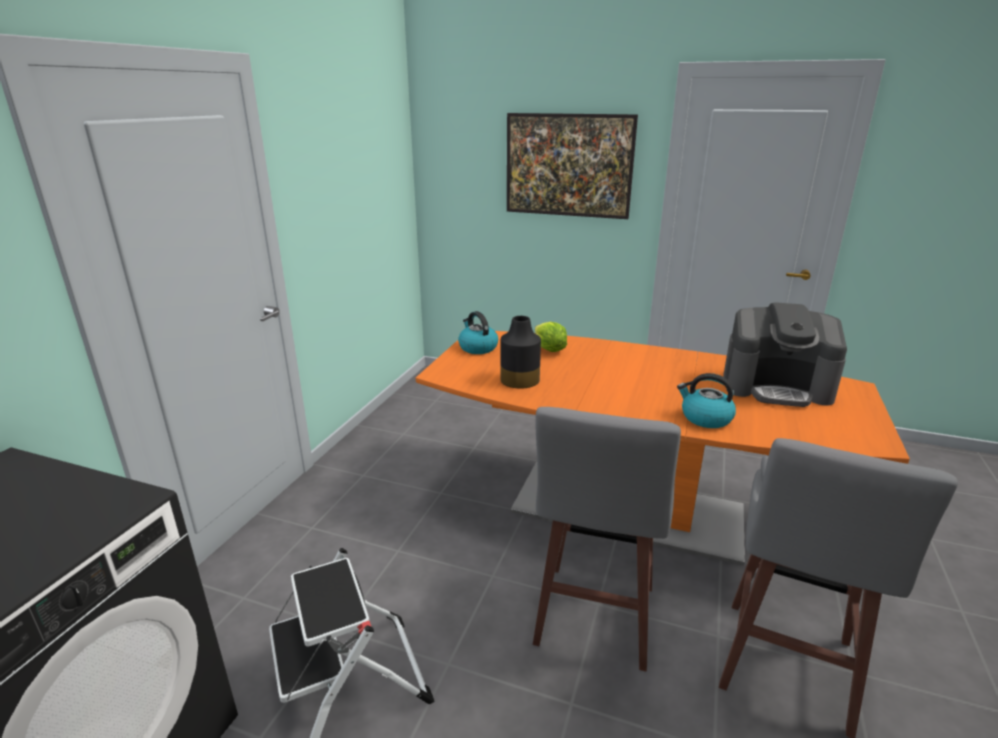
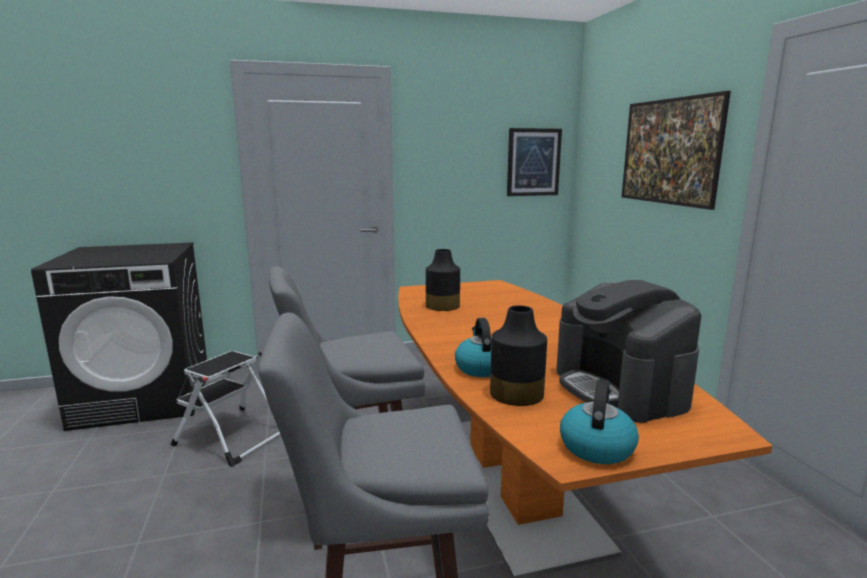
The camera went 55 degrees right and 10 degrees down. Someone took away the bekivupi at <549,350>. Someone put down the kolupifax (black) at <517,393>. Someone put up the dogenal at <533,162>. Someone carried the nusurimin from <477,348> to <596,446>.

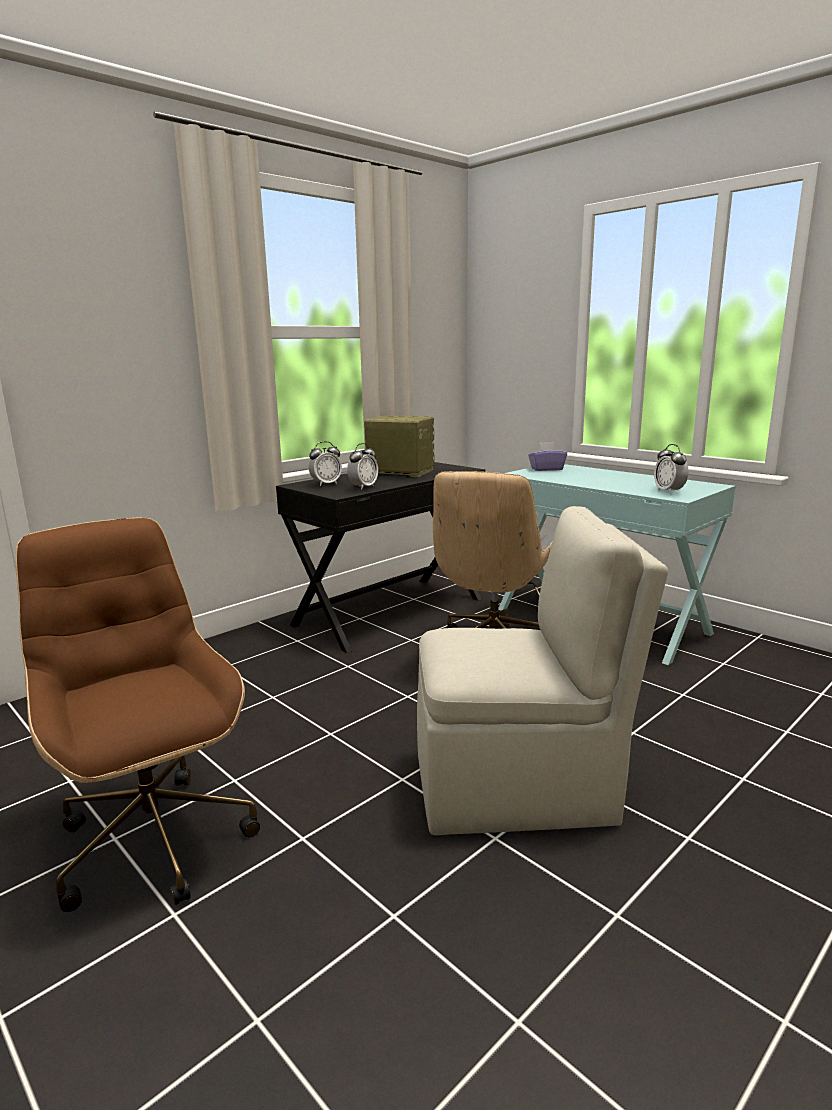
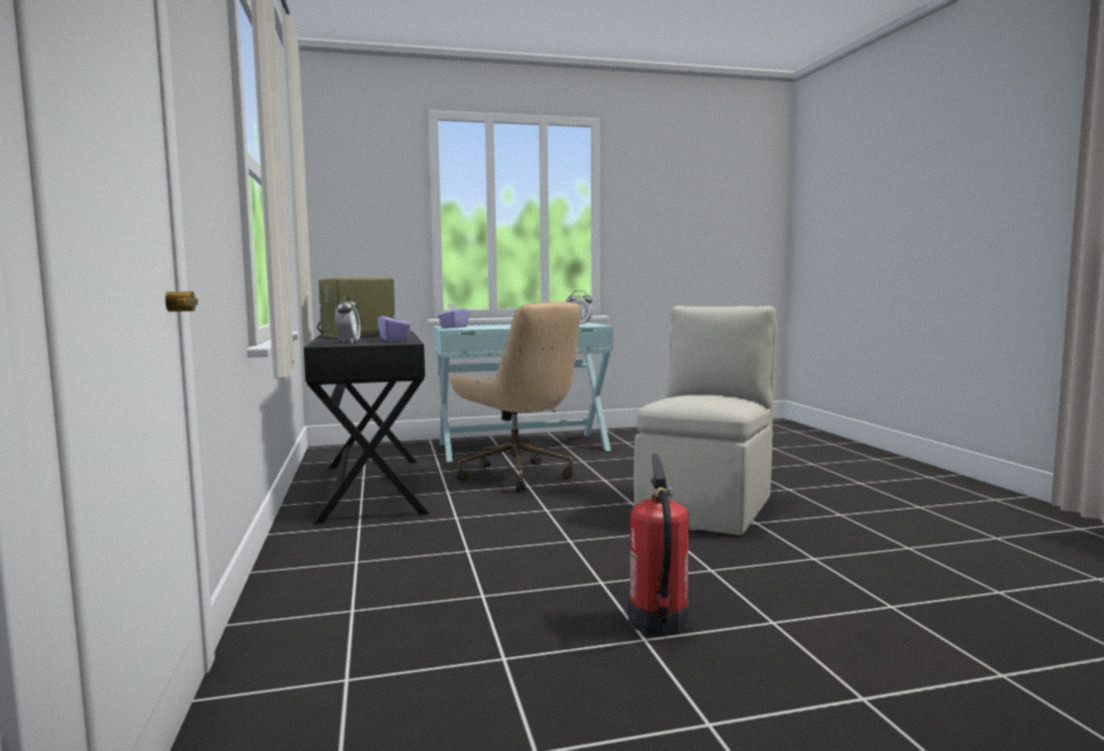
The camera went 60 degrees left and 10 degrees down. Someone swapped the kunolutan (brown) at <154,836> for the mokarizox at <658,622>. Someone swapped the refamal at <363,487> for the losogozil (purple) at <394,340>.

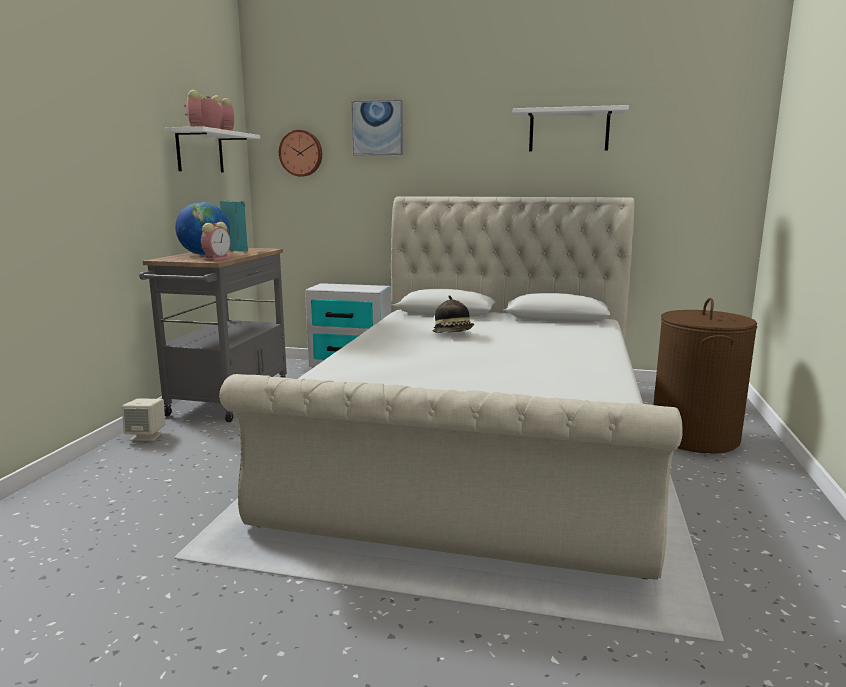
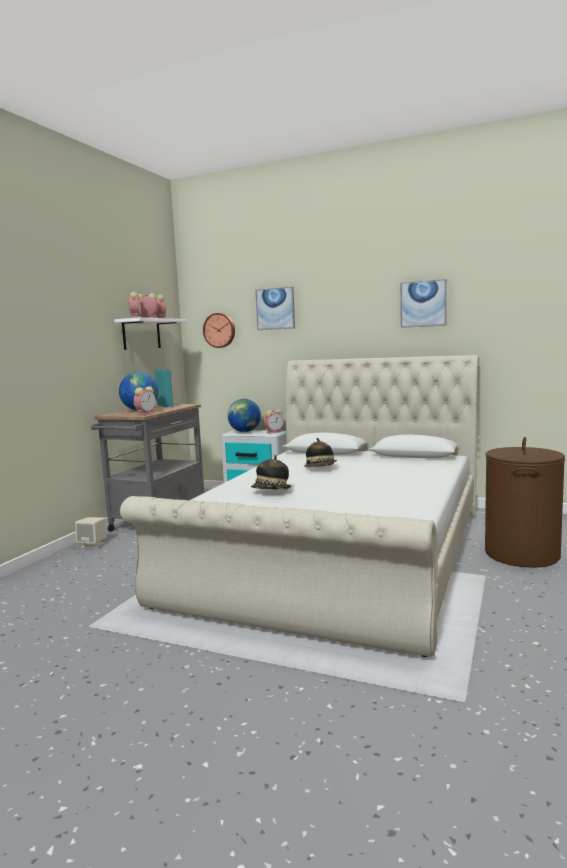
The camera went 10 degrees right and 5 degrees down. Someone put down the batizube at <245,432>. Someone put down the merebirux at <271,491>. Someone put down the refamal at <274,432>. Someone swapped the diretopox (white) at <569,131> for the dogenal at <423,304>.

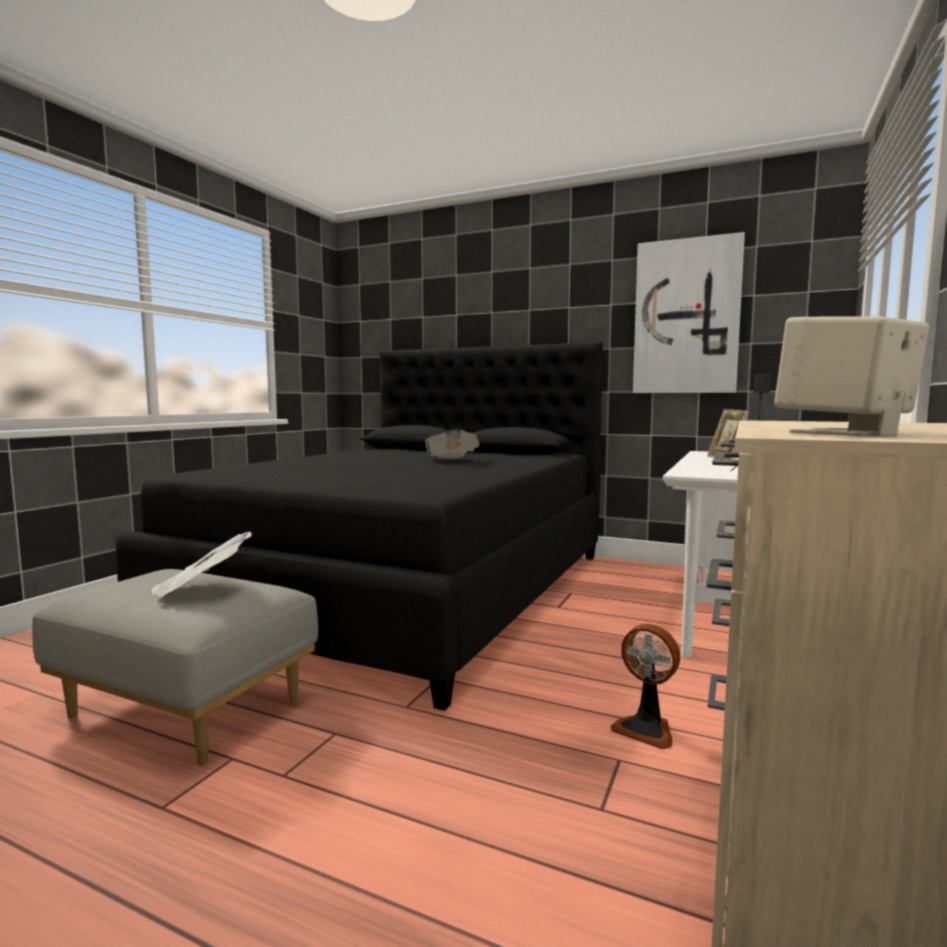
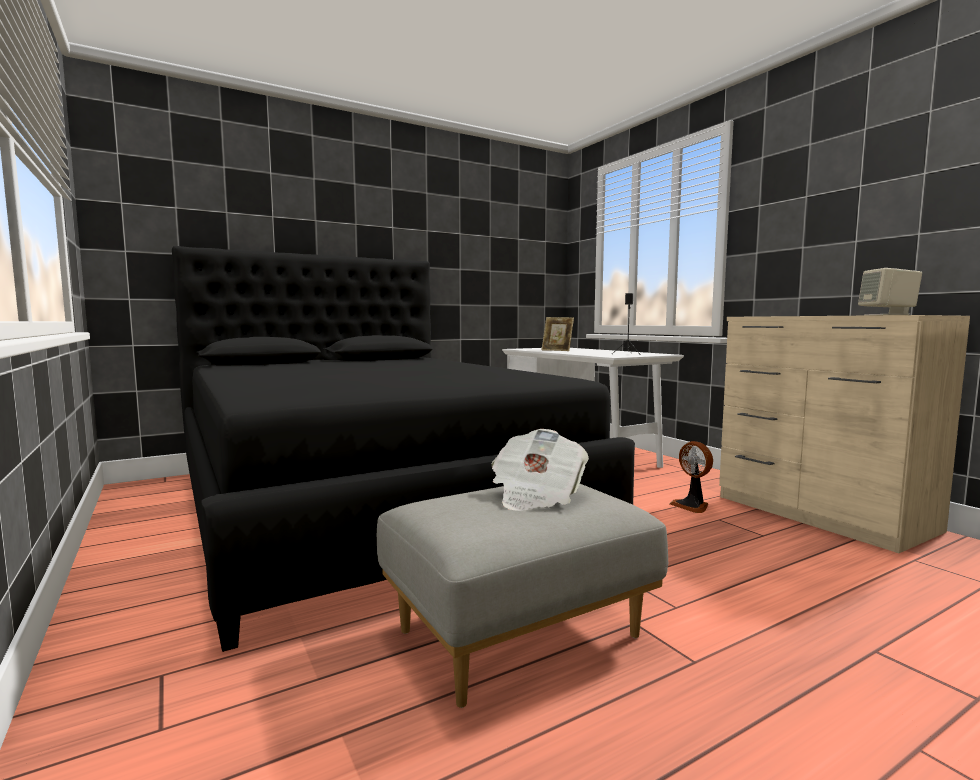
The camera went 55 degrees left and 0 degrees up. Someone took away the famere at <452,461>. Someone took away the dogenal at <686,317>. Someone rotated the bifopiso at <646,729> by 75 degrees clockwise.

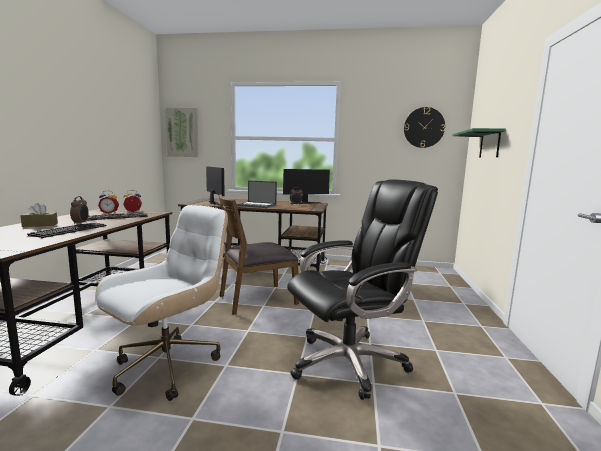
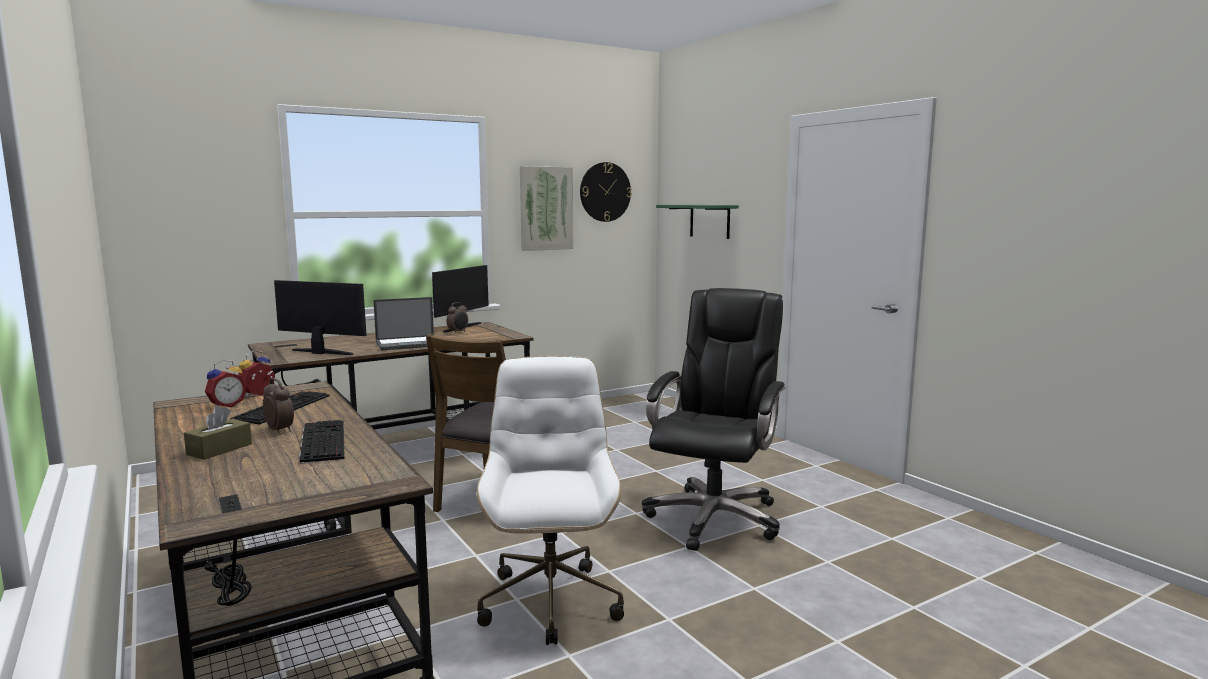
The camera went 40 degrees left and 0 degrees up. Someone carried the dogenal from <182,132> to <546,208>.

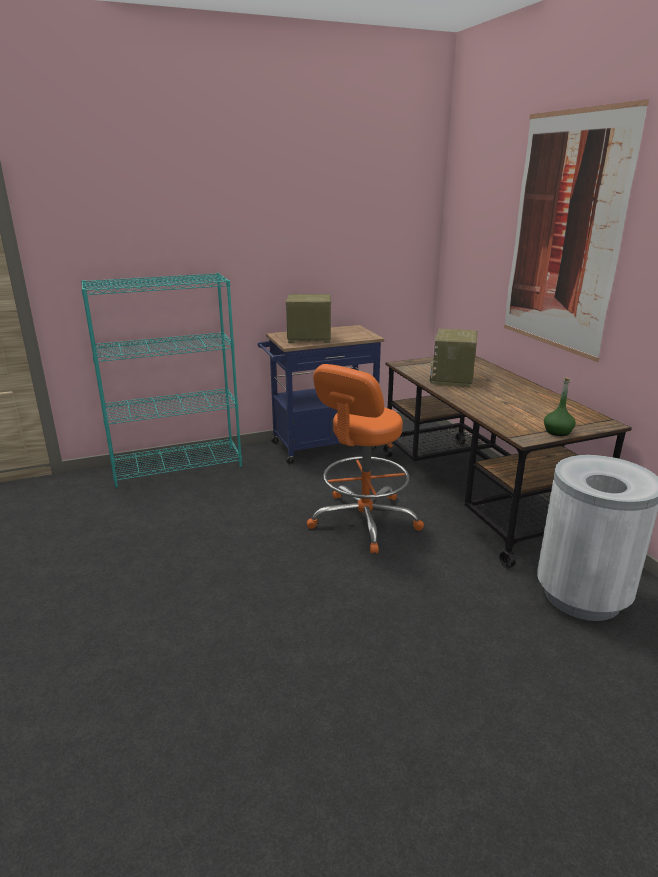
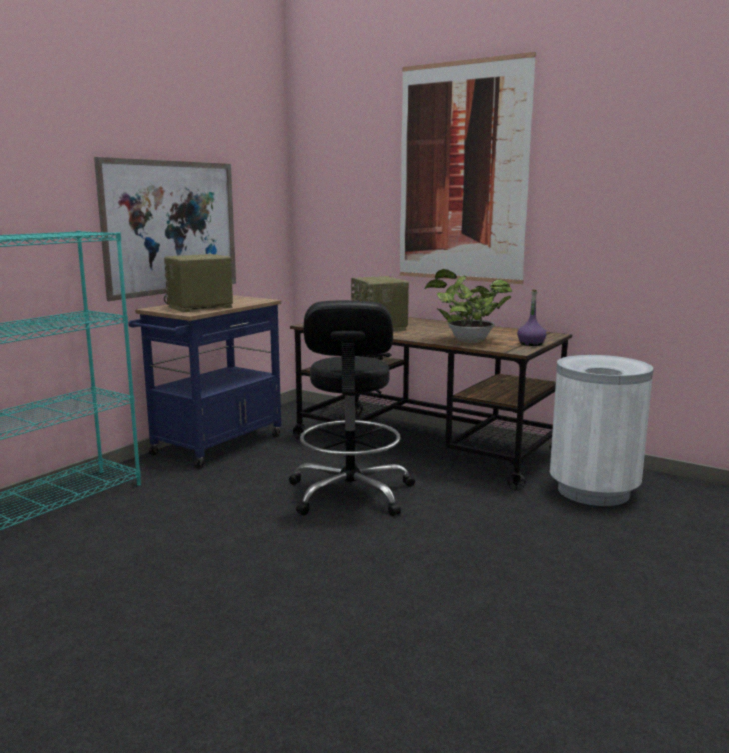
The camera went 35 degrees left and 10 degrees down. Someone put up the dogenal at <172,227>. Someone put down the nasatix at <466,341>. Someone repainted the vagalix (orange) at <363,522>, which became the vagalix (black) at <350,494>. Someone repainted the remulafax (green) at <557,432>, which became the remulafax (purple) at <531,344>.

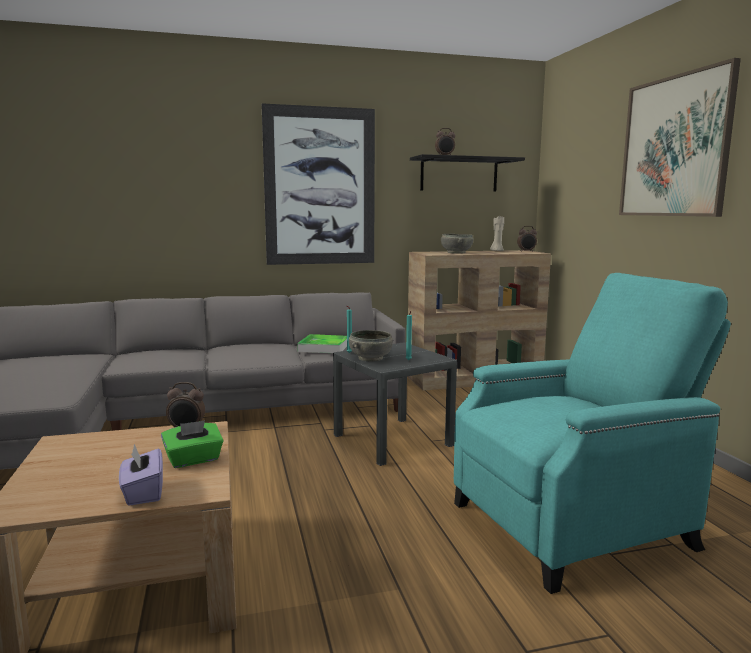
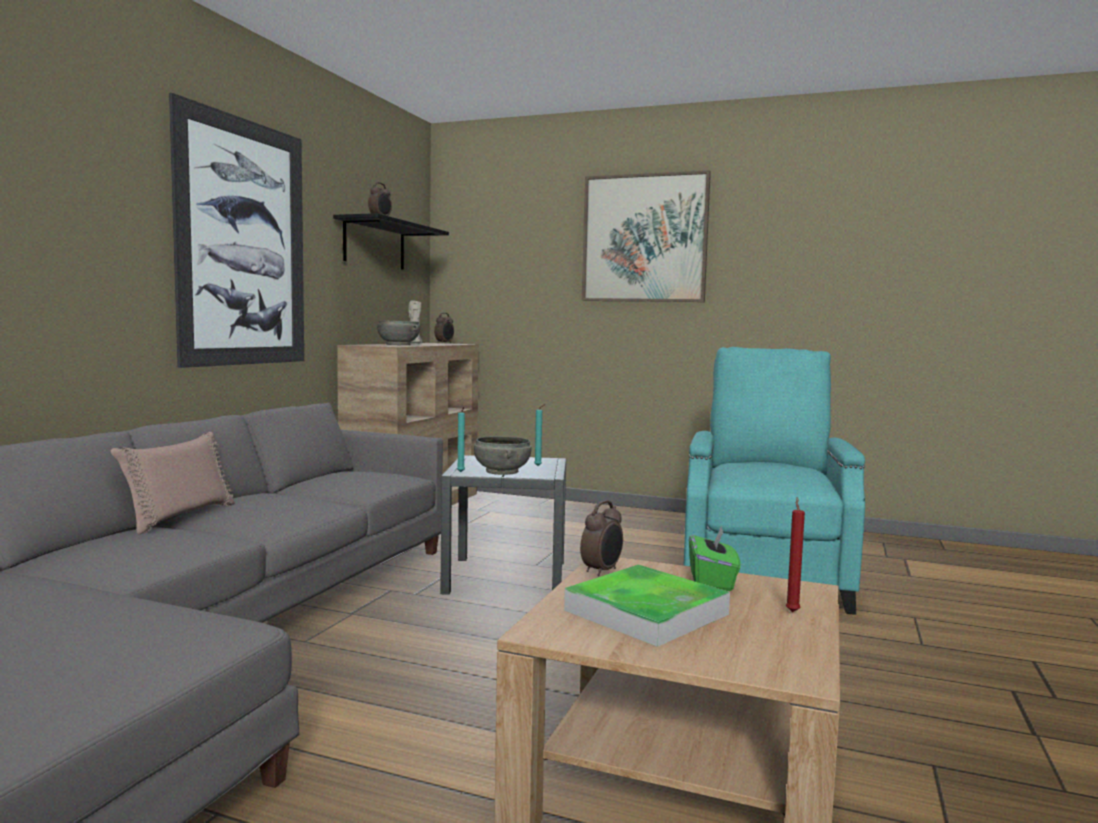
The camera went 55 degrees left and 5 degrees down. Someone put down the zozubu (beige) at <179,517>. Someone carried the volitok from <324,347> to <646,612>. Someone swapped the losogozil (purple) at <143,493> for the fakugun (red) at <792,611>.

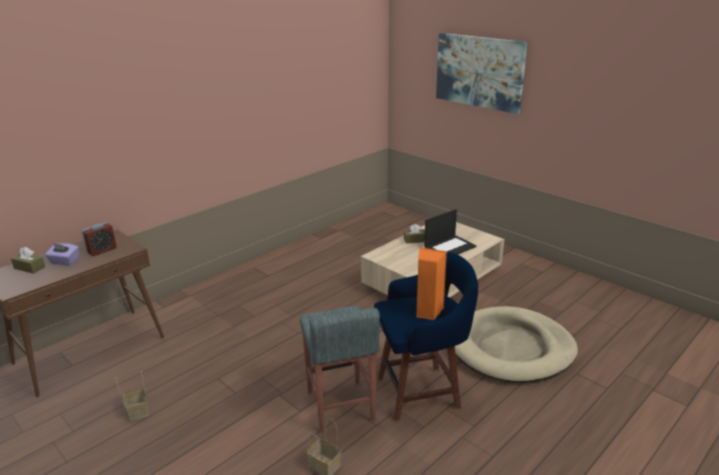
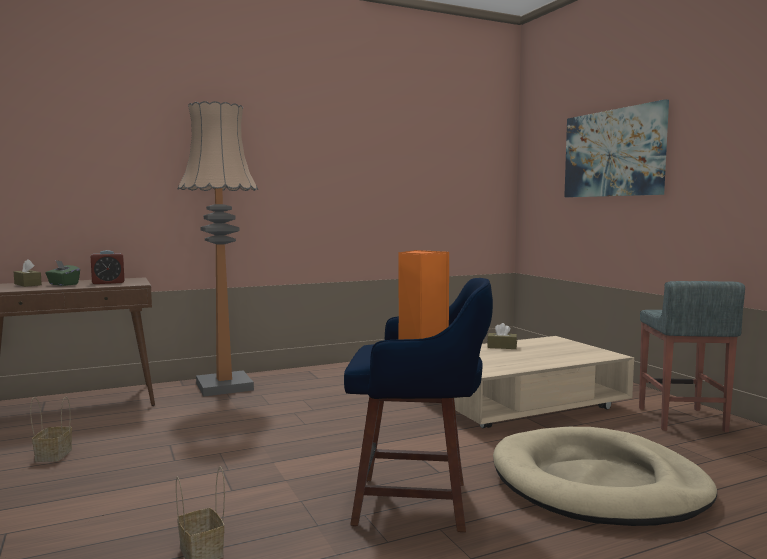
The camera went 20 degrees right and 20 degrees down. Someone took away the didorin at <450,247>. Someone put down the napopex at <224,386>. Someone carried the vagalix (grey) from <340,406> to <681,420>. Someone repainted the losogozil (purple) at <64,262>, which became the losogozil (green) at <63,284>.

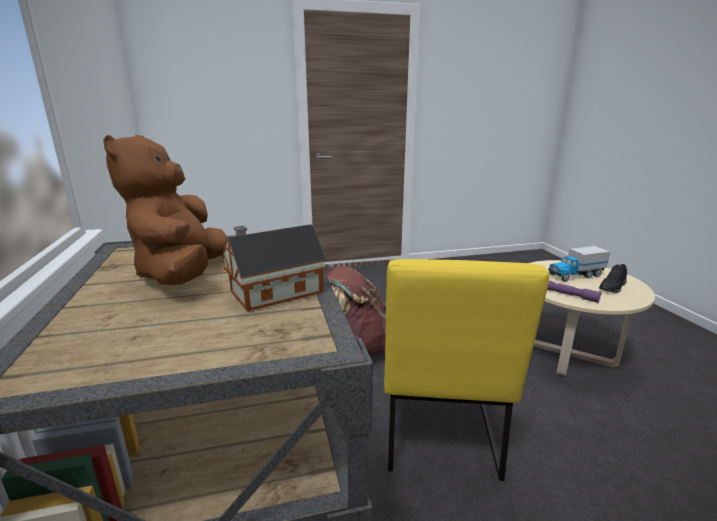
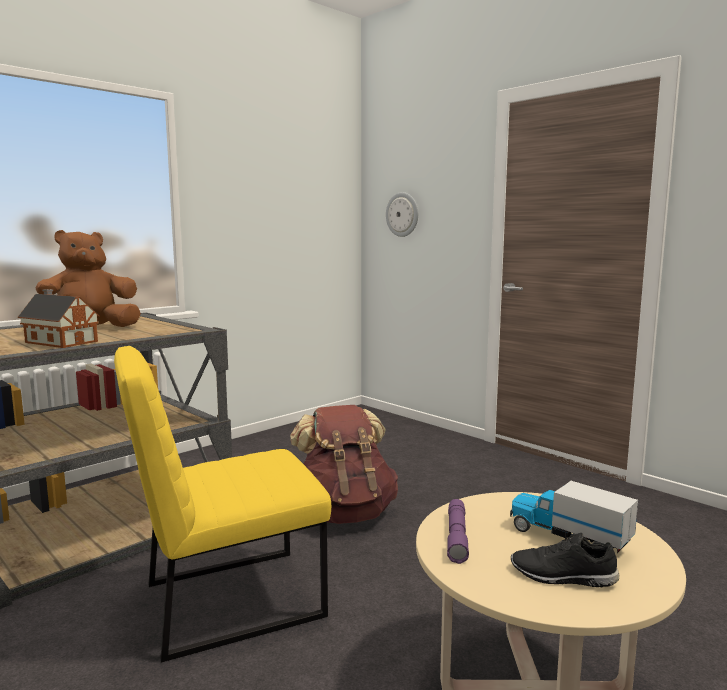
The camera went 60 degrees right and 10 degrees down. Someone put up the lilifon at <402,214>.

